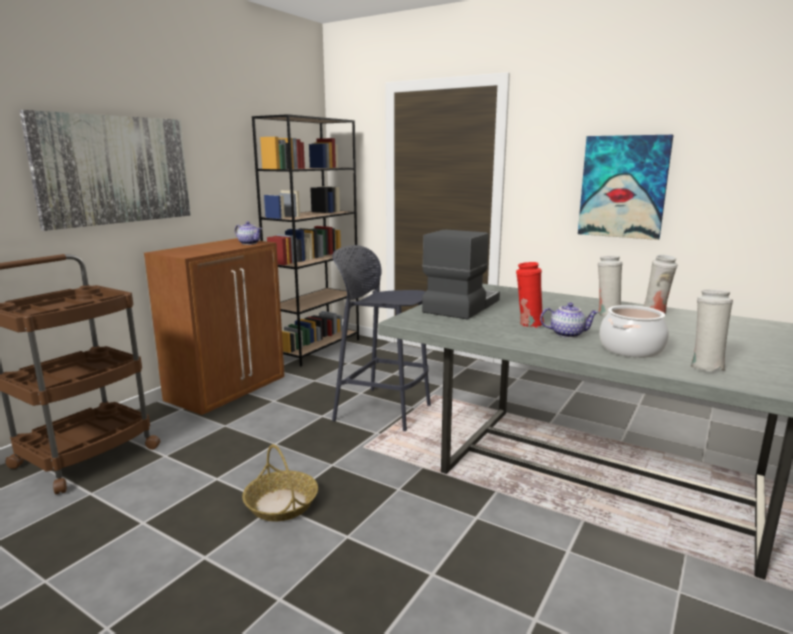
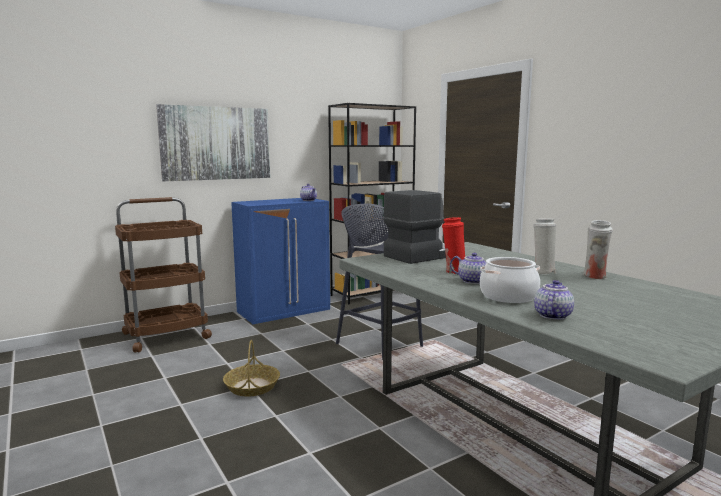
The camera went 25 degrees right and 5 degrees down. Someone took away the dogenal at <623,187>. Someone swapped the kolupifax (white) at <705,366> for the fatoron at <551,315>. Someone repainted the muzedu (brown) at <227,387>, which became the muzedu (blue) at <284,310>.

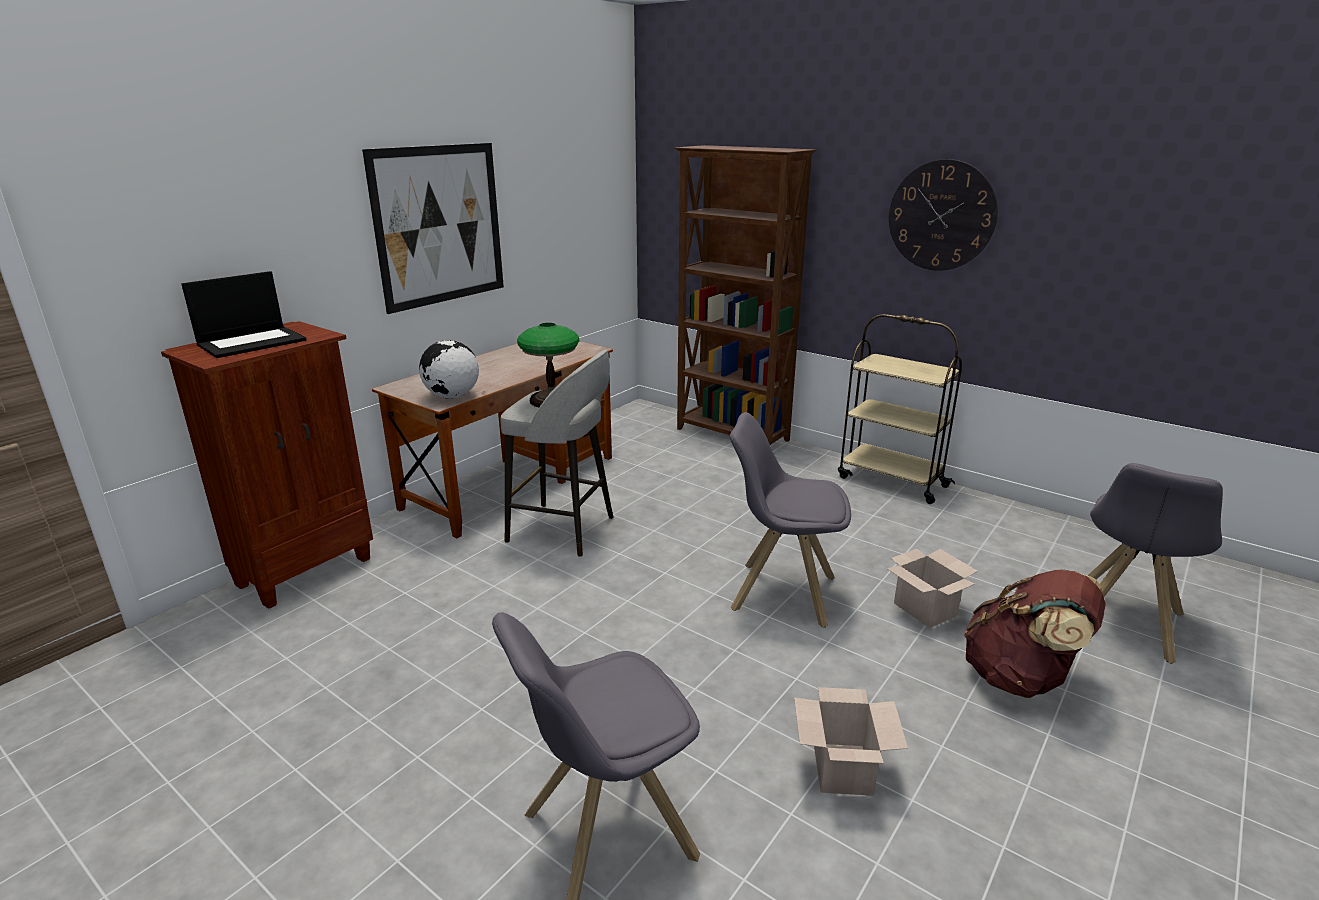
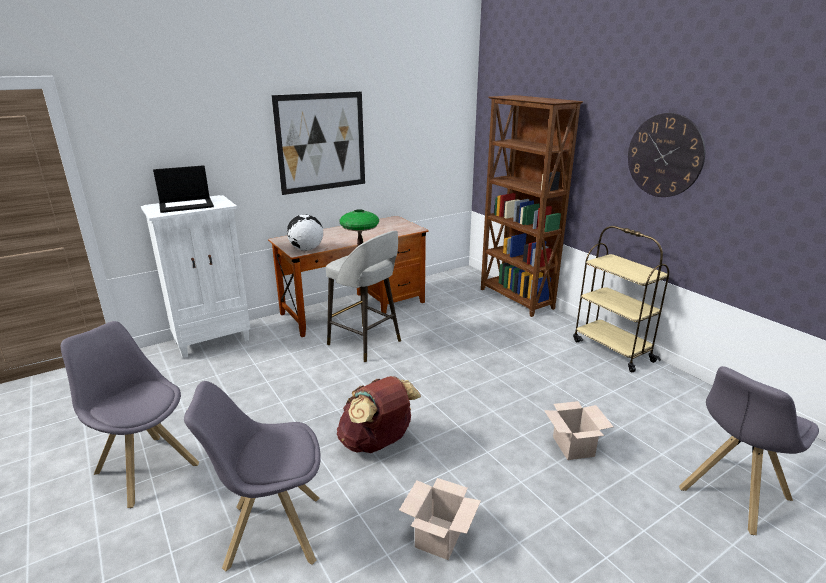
The camera went 20 degrees right and 0 degrees up. Someone carried the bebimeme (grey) from <782,593> to <146,468>. Someone carried the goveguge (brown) from <1020,678> to <377,443>. Someone repainted the muzedu (brown) at <306,573>, which became the muzedu (white) at <213,342>.

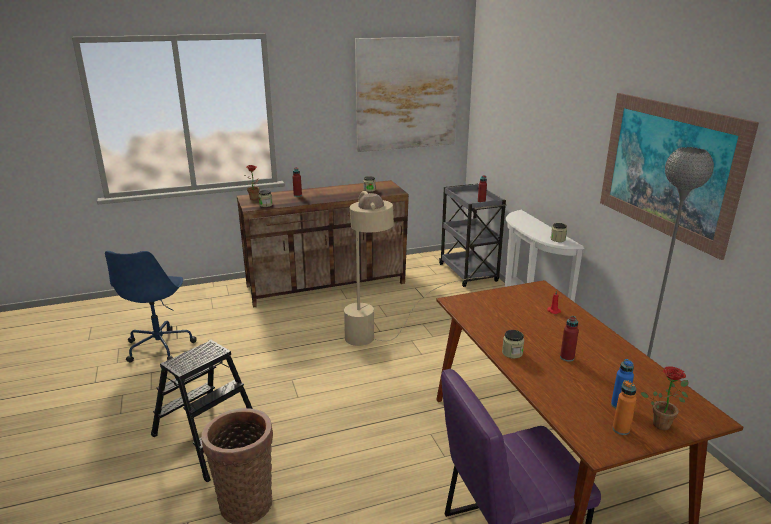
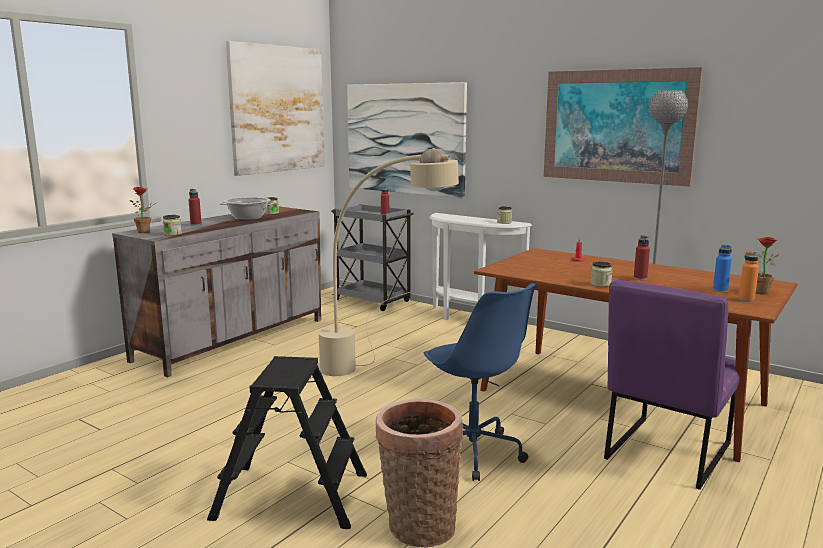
The camera went 35 degrees left and 10 degrees down. Someone put down the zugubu at <248,218>. Someone put up the dogenal at <405,139>. Someone carried the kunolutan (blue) from <159,348> to <475,454>. Someone repainted the muzedu (brown) at <327,285>, which became the muzedu (grey) at <235,339>.

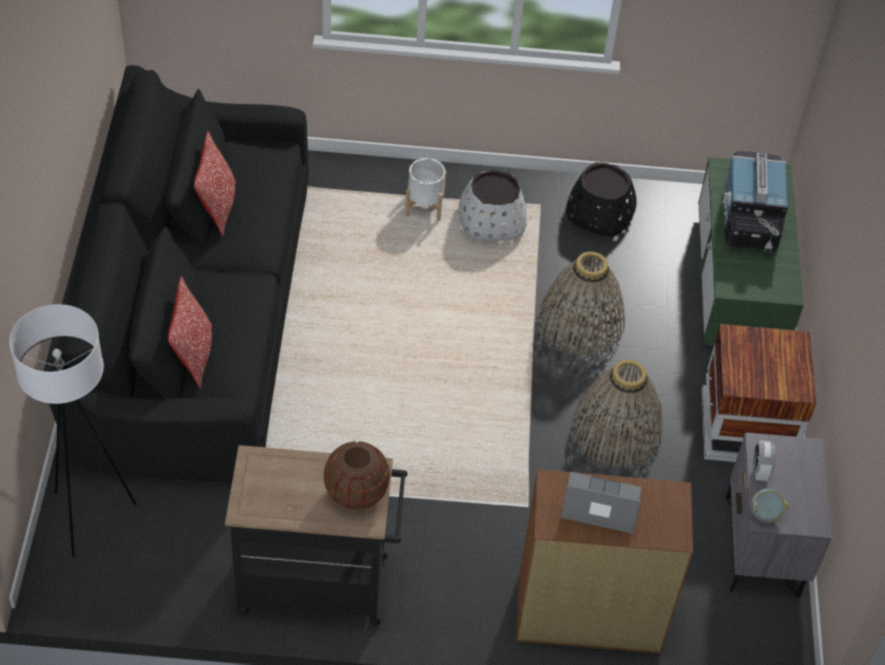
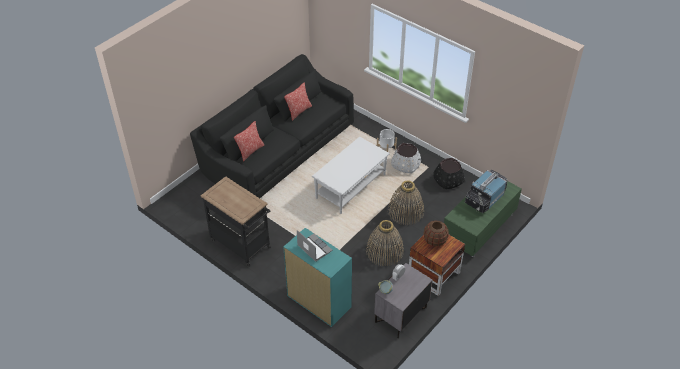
The camera went 40 degrees right and 5 degrees down. Someone took away the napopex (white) at <89,517>. Someone put down the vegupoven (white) at <351,186>. Someone carried the kolupifax (brown) from <356,492> to <435,241>. Someone repainted the muzedu (brown) at <587,613>, which became the muzedu (turquoise) at <318,301>.

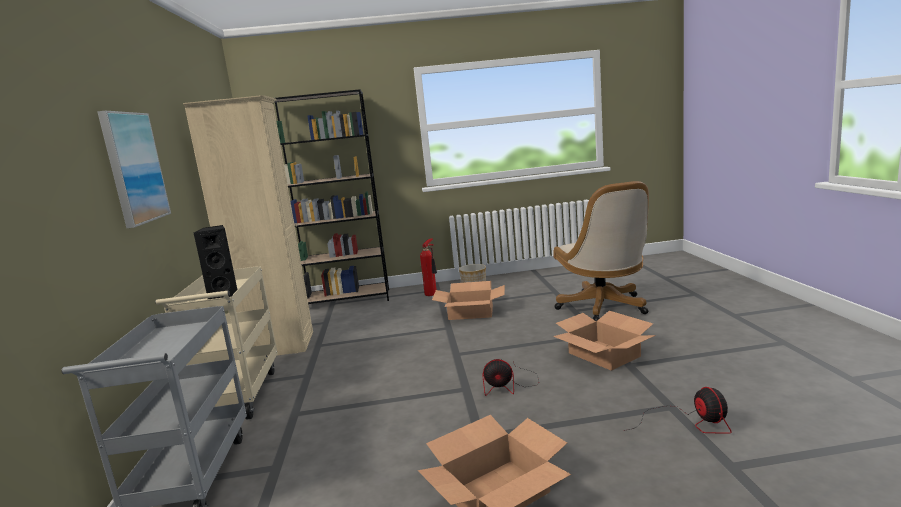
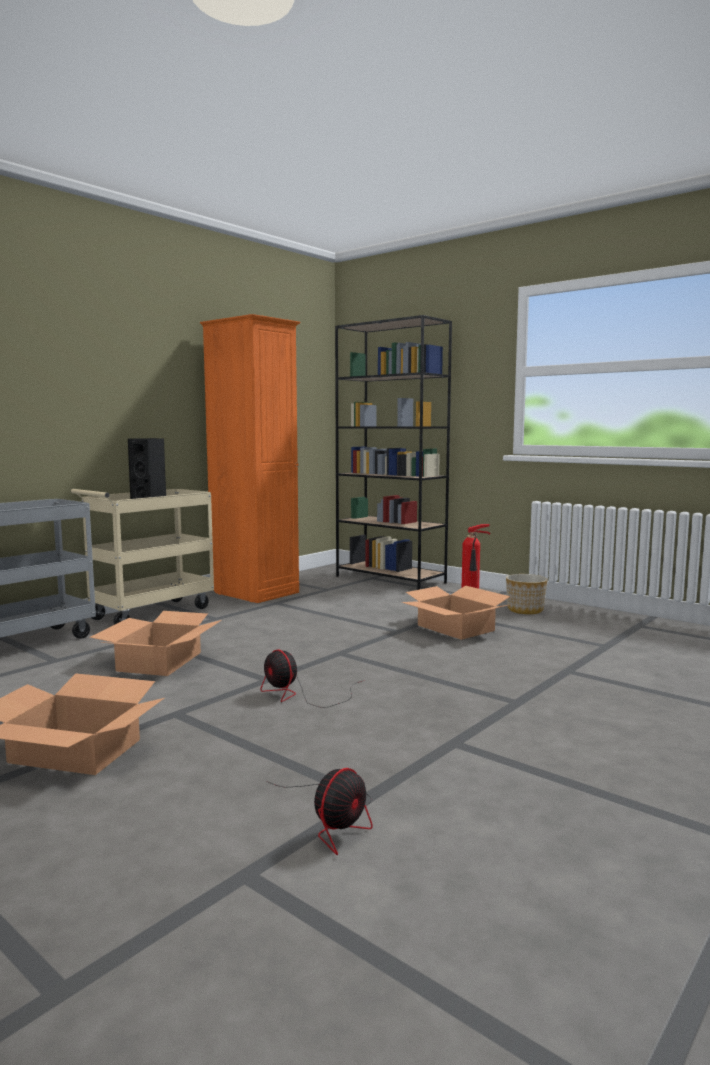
The camera went 45 degrees right and 5 degrees down. Someone took away the dogenal at <134,168>. Someone took away the kunolutan at <605,309>. Someone carried the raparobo from <604,355> to <159,661>. Someone repainted the muzedu (beige) at <278,345>, which became the muzedu (orange) at <256,592>.

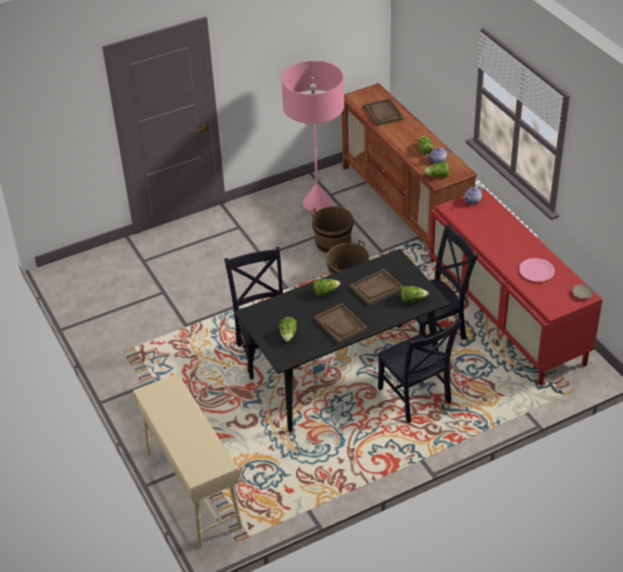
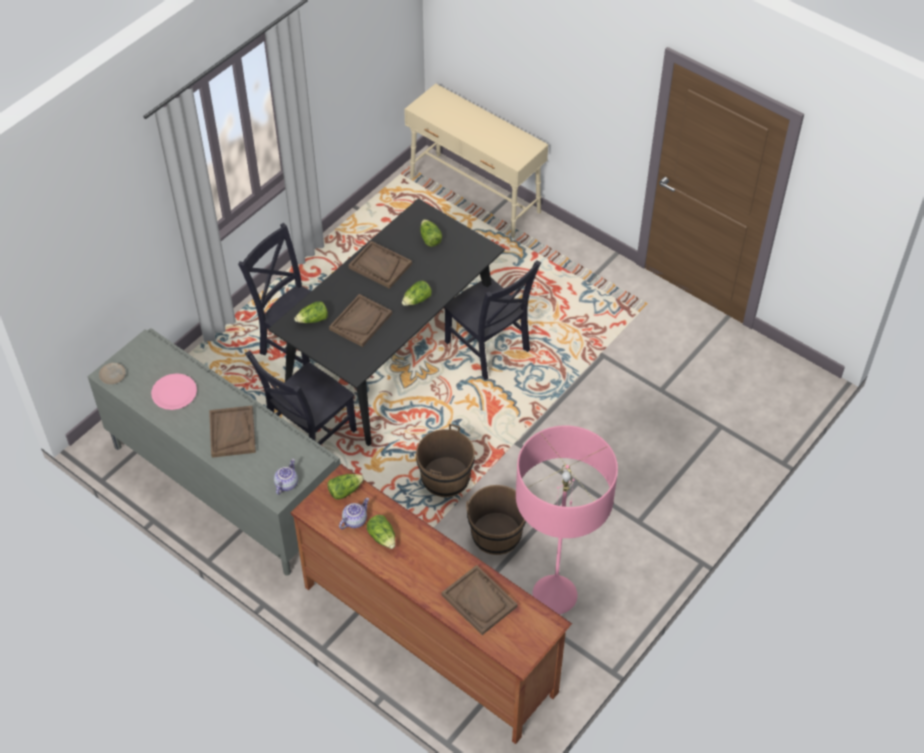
The camera went 155 degrees right and 10 degrees up. Someone put down the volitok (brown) at <232,432>. Someone repainted the muzedu (red) at <506,318>, which became the muzedu (grey) at <226,483>.

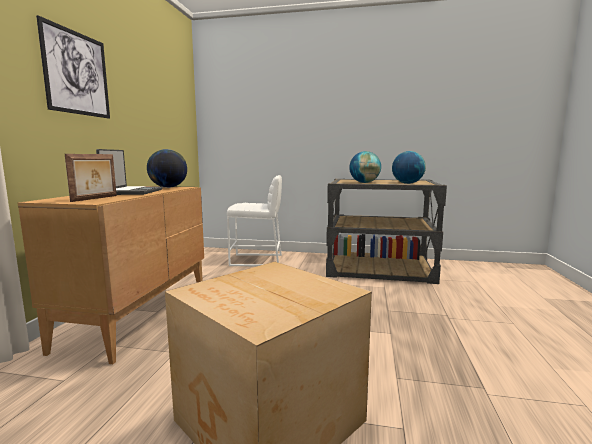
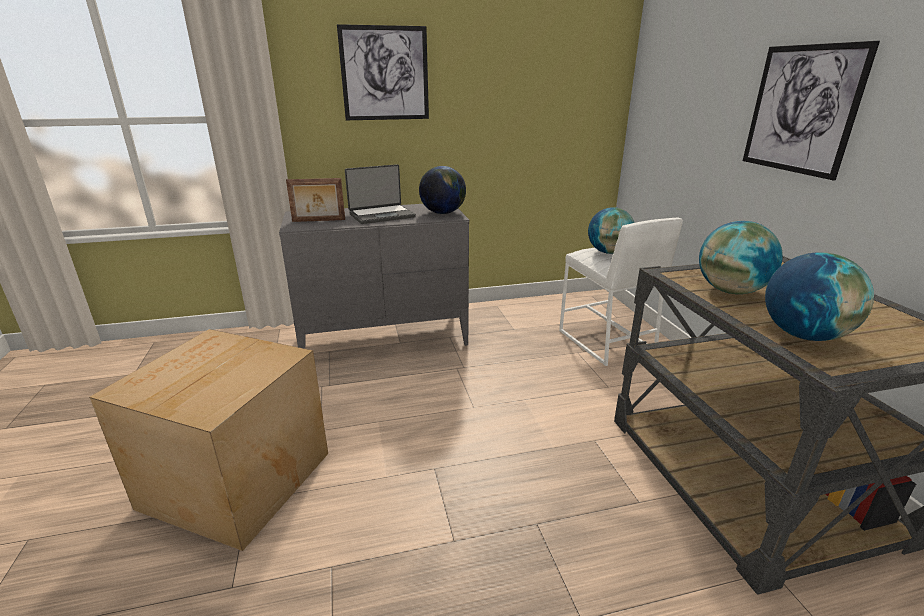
The camera went 65 degrees right and 15 degrees up. Someone put down the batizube at <608,252>. Someone put up the dogenal at <801,110>. Someone repainted the muzedu (brown) at <139,316>, which became the muzedu (grey) at <384,339>.

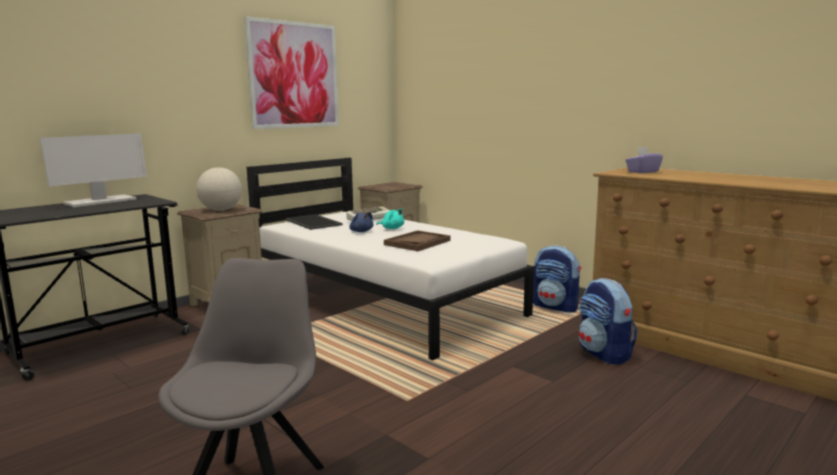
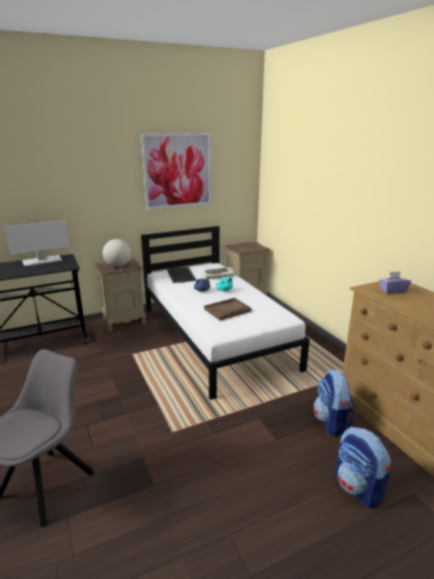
The camera went 20 degrees right and 10 degrees up. Someone carried the goveguge from <555,307> to <358,488>.

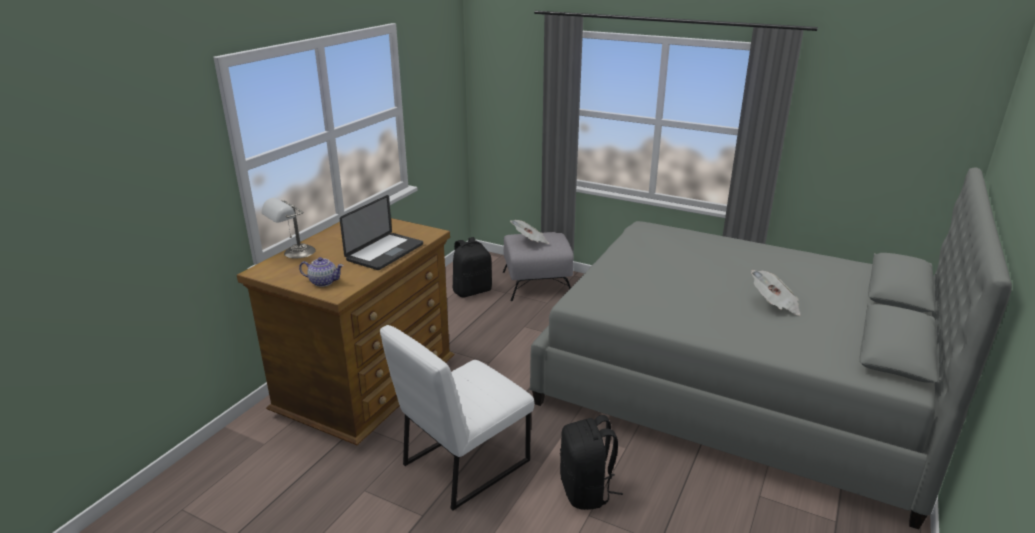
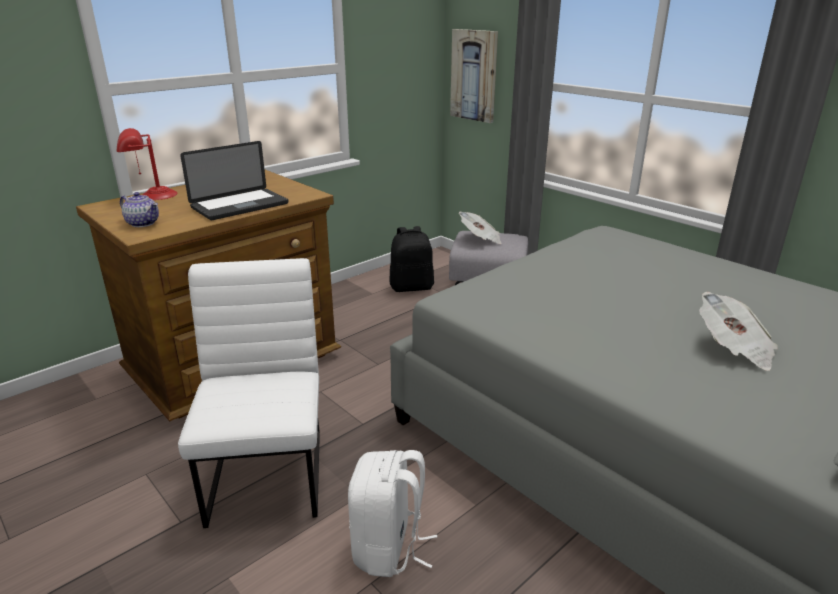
The camera went 20 degrees right and 0 degrees up. Someone put up the dogenal at <474,75>. Someone repainted the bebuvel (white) at <294,254>, which became the bebuvel (red) at <151,196>. Someone repainted the goveguge (black) at <586,491>, which became the goveguge (white) at <389,548>. Someone rotated the bebimeme (white) at <463,464> by 105 degrees clockwise.

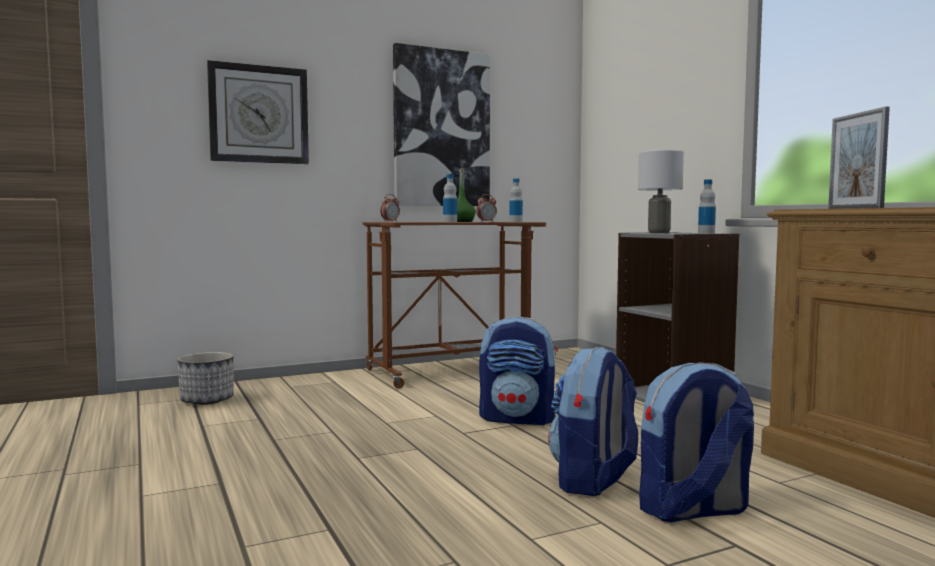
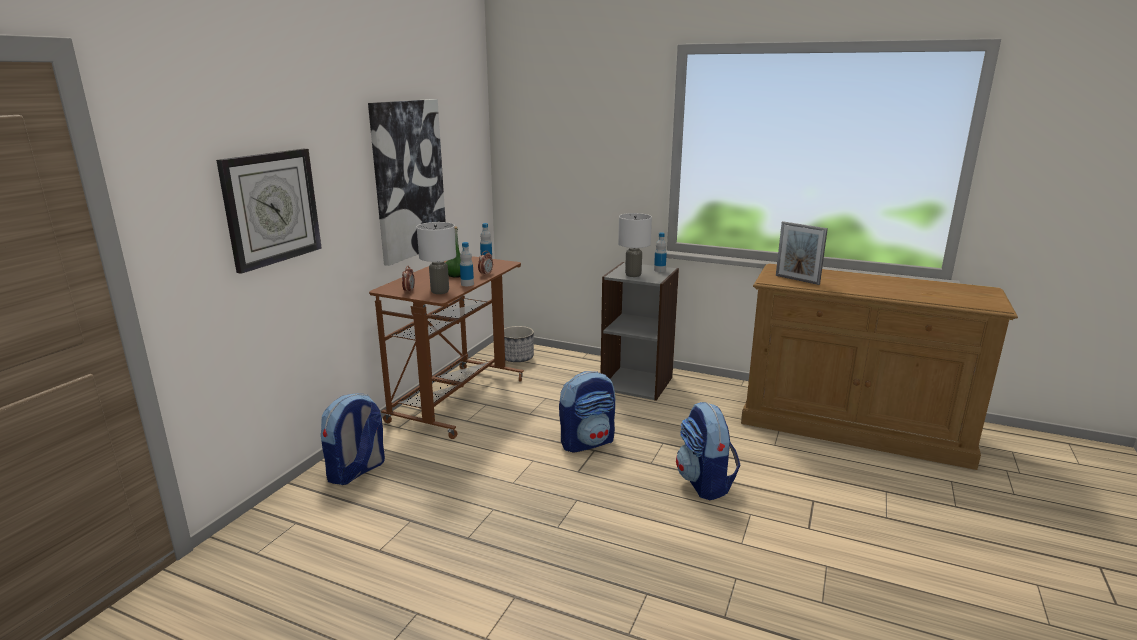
The camera went 40 degrees left and 15 degrees up. Someone put down the bebuvel (white) at <439,291>. Someone carried the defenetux from <207,400> to <517,358>. Someone carried the goveguge from <693,510> to <356,471>.

